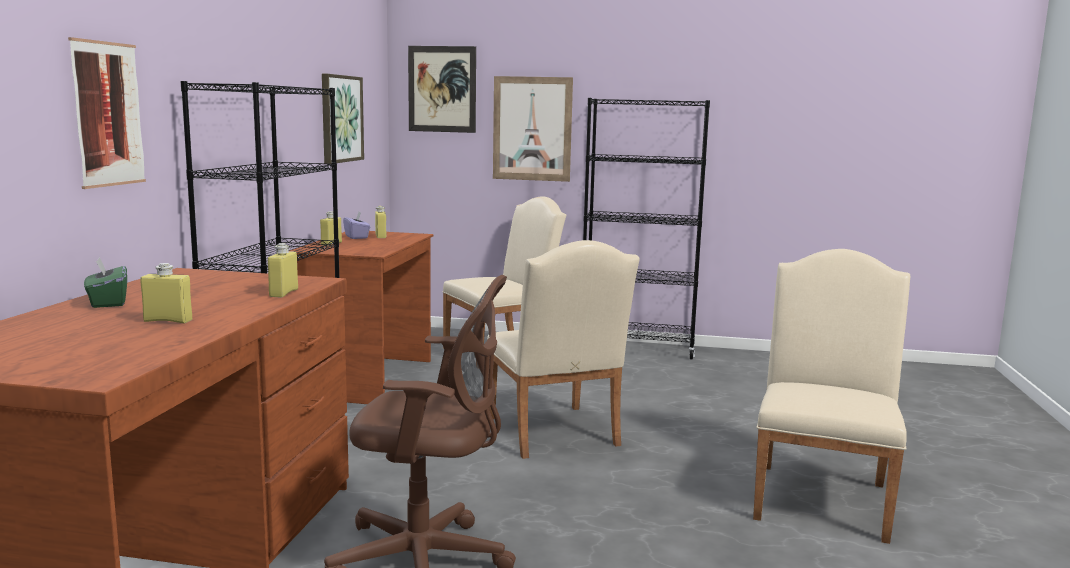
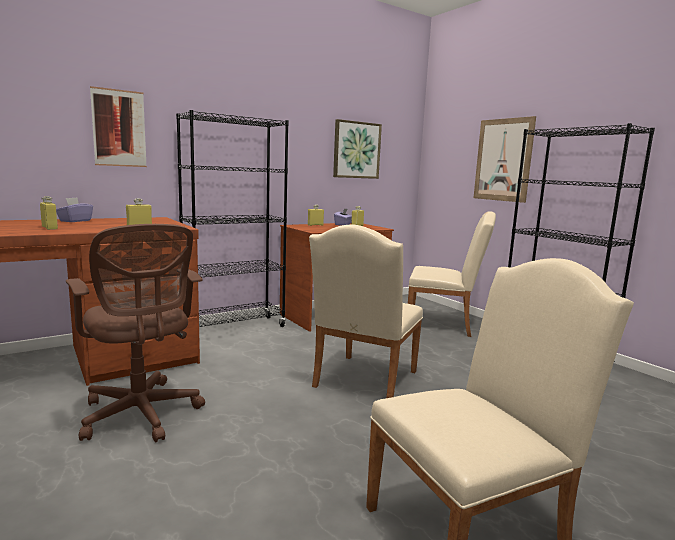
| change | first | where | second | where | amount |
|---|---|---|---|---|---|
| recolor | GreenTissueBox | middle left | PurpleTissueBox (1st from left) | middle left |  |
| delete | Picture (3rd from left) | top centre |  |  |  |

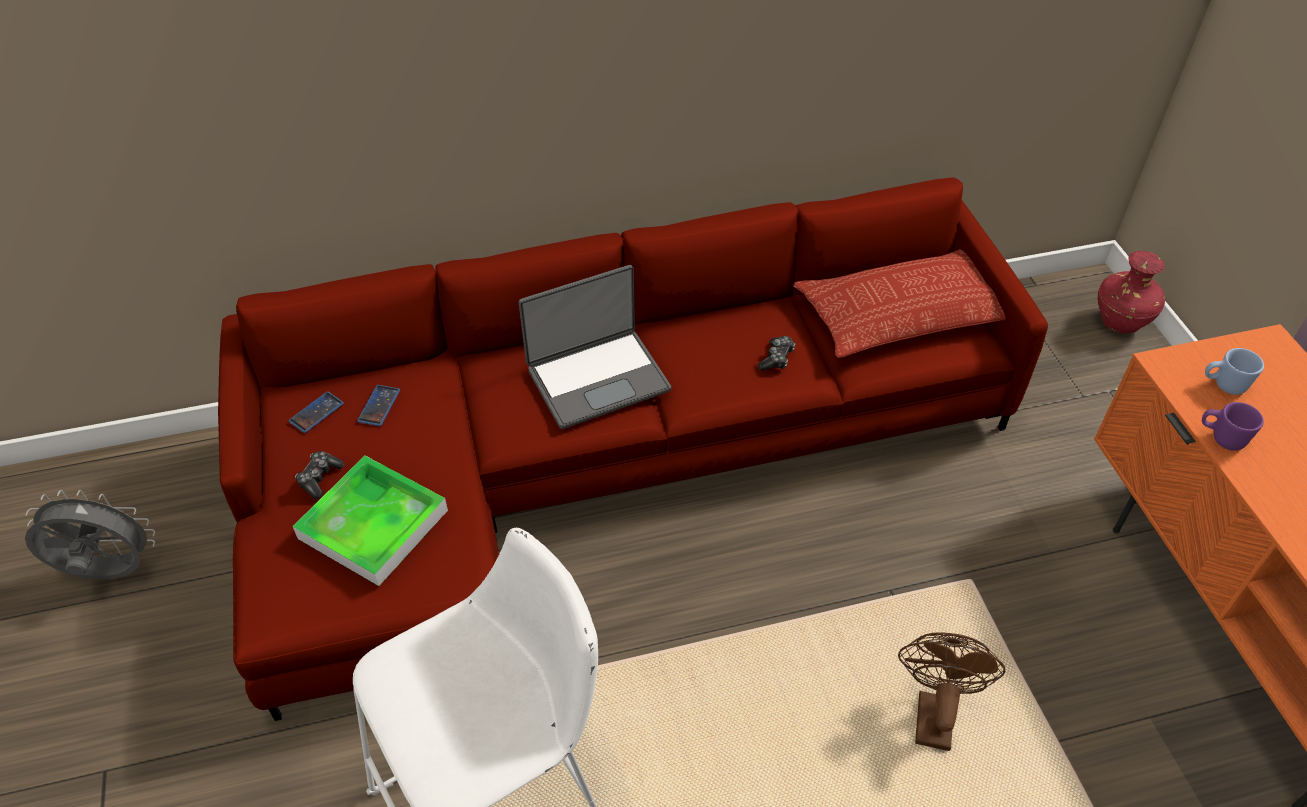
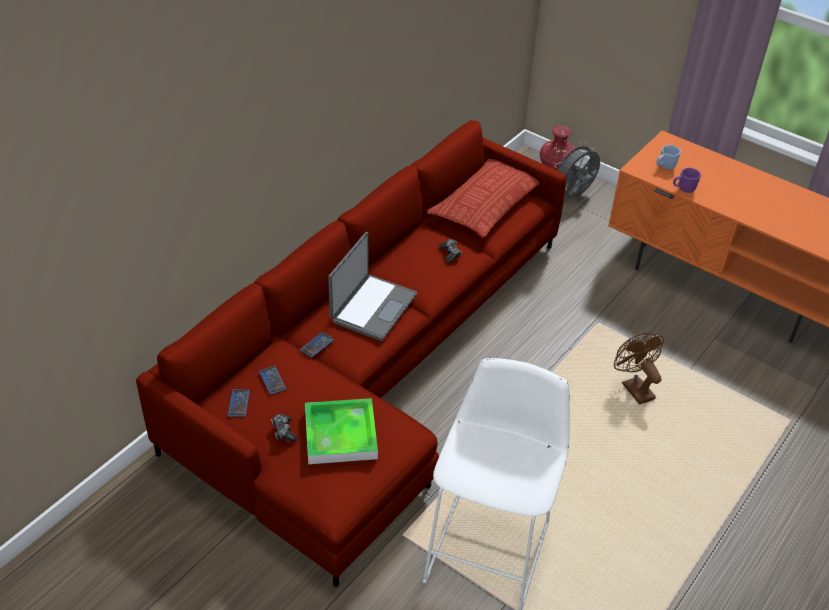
| change | first | where | second | where | amount |
|---|---|---|---|---|---|
| move | GreyFan | middle left |  | top right |  |
| insert |  |  | Phone (3rd from left) | centre |  |

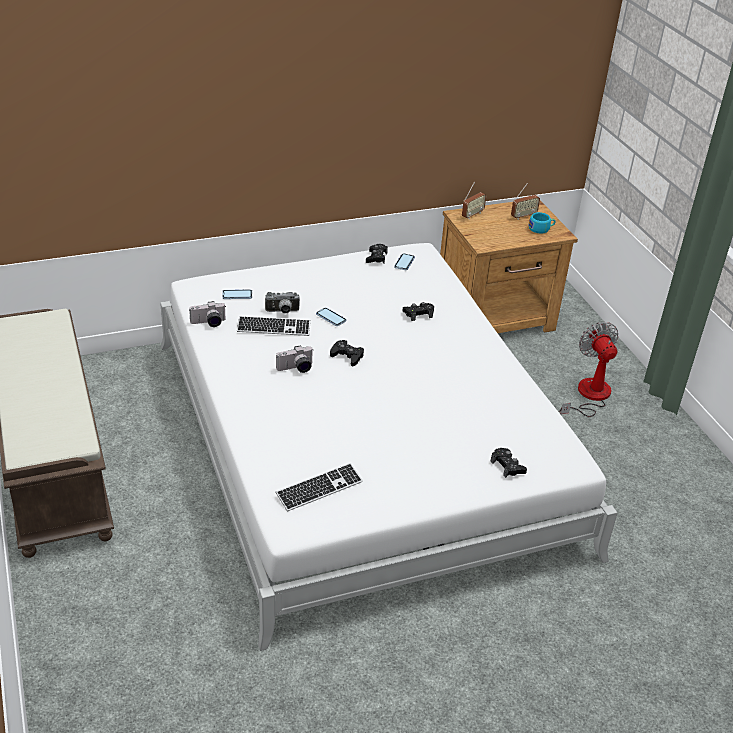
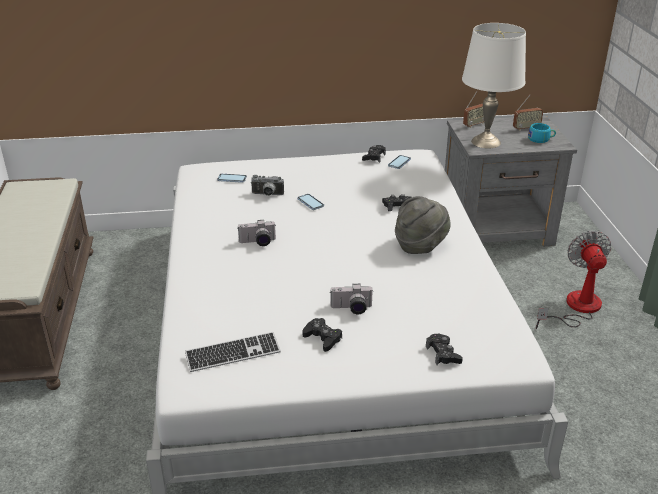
| change | first | where | second | where | amount |
|---|---|---|---|---|---|
| move | PhotoCamera (1st from left in the first image) | middle left | PhotoCamera (3rd from left) | centre |  |
| delete | Keyboard (1st from left) | centre |  |  |  |
| move | BlackGameController (1st from left) | centre |  | bottom centre |  |
| recolor | BrownNightstand | middle right | GreyNightstand | middle right |  |
| insert |  |  | GreyHat | centre |  |
| insert |  |  | WhiteTableLamp | top right |  |

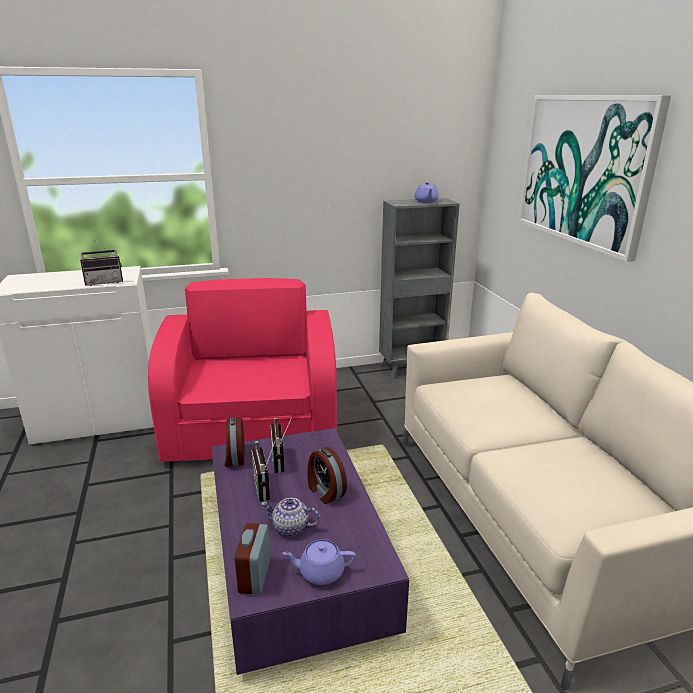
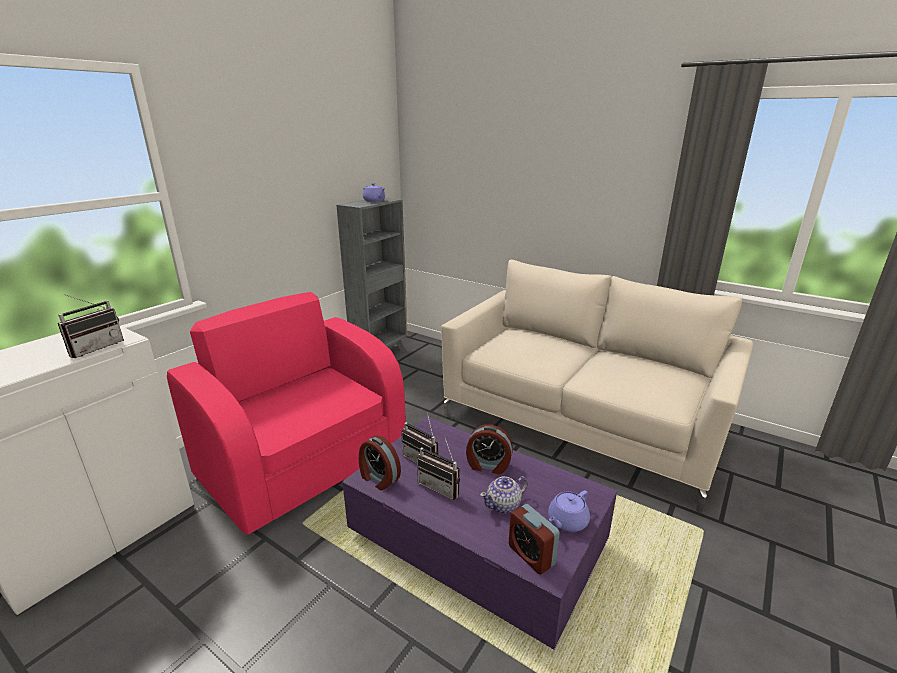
| change | first | where | second | where | amount |
|---|---|---|---|---|---|
| delete | Picture | top right |  |  |  |

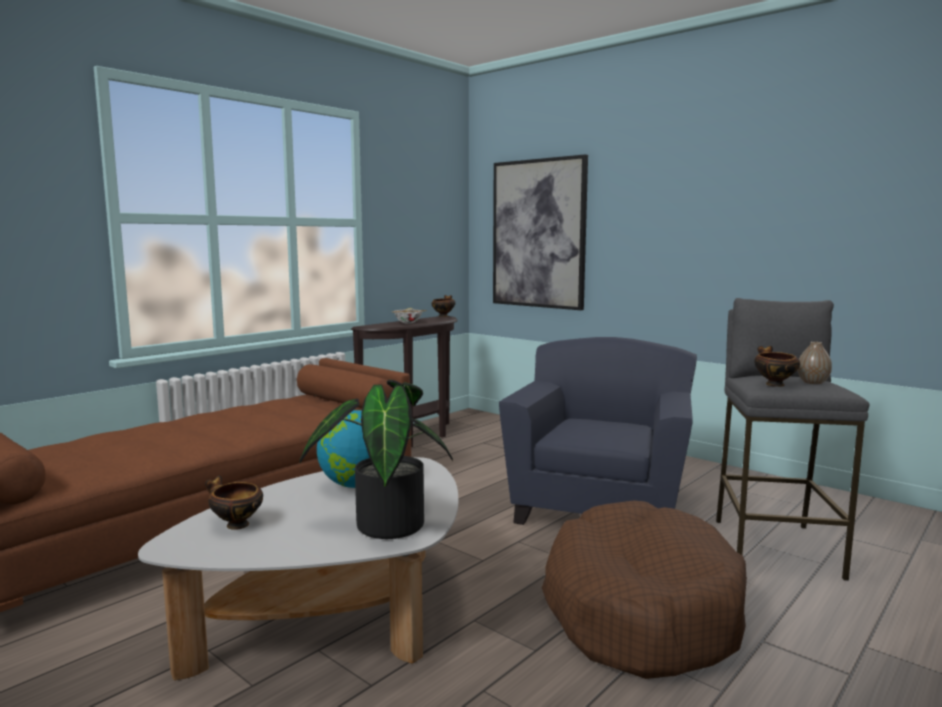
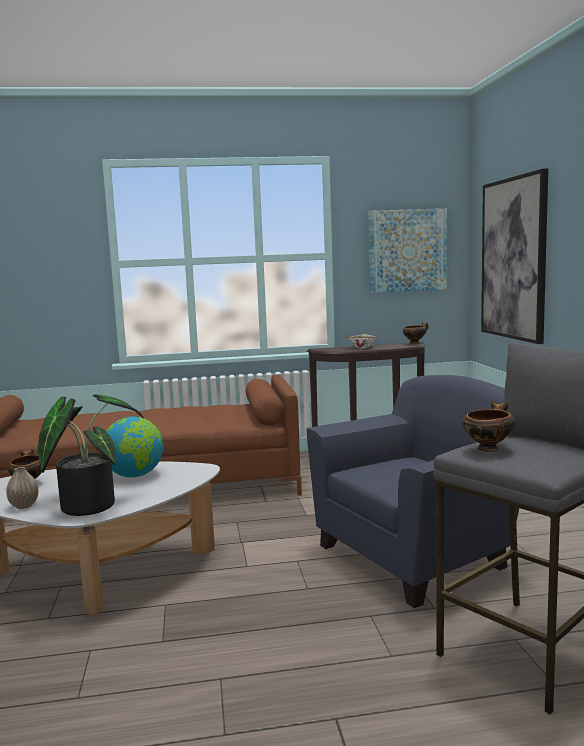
| change | first | where | second | where | amount |
|---|---|---|---|---|---|
| delete | BrownDogBed | bottom right |  |  |  |
| move | Vase | middle right |  | middle left |  |
| insert |  |  | Picture (1st from left) | middle right |  |

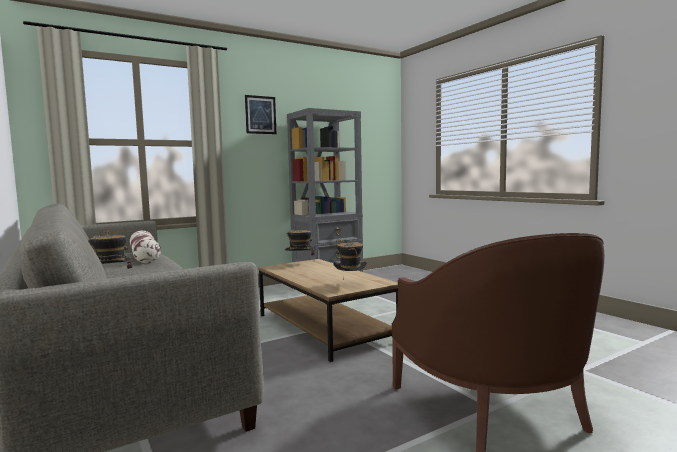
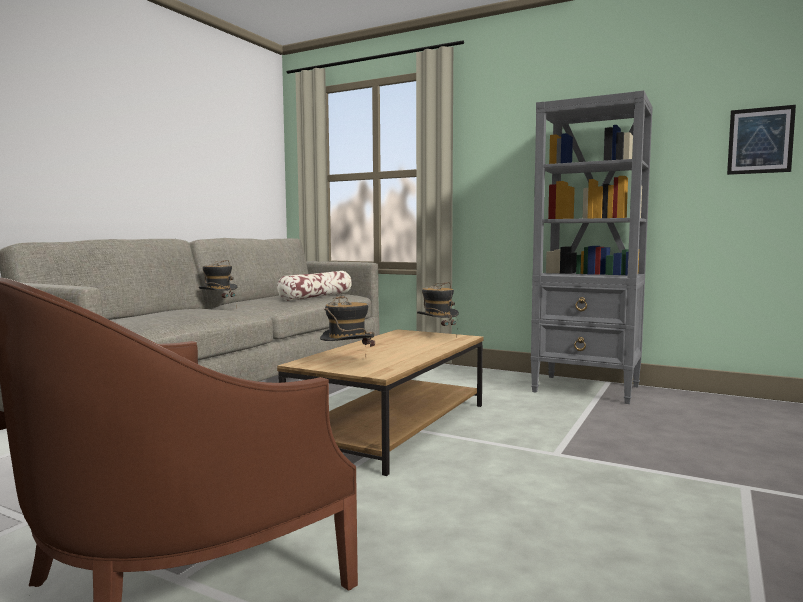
| change | first | where | second | where | amount |
|---|---|---|---|---|---|
| move | Picture | top centre |  | top right |  |

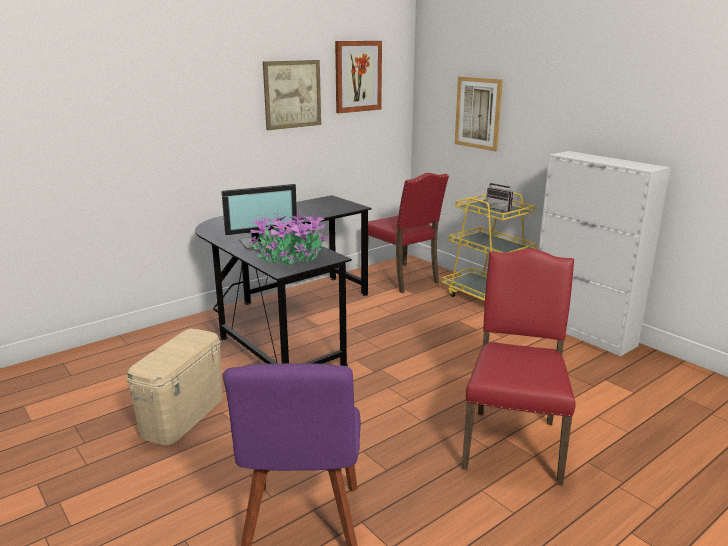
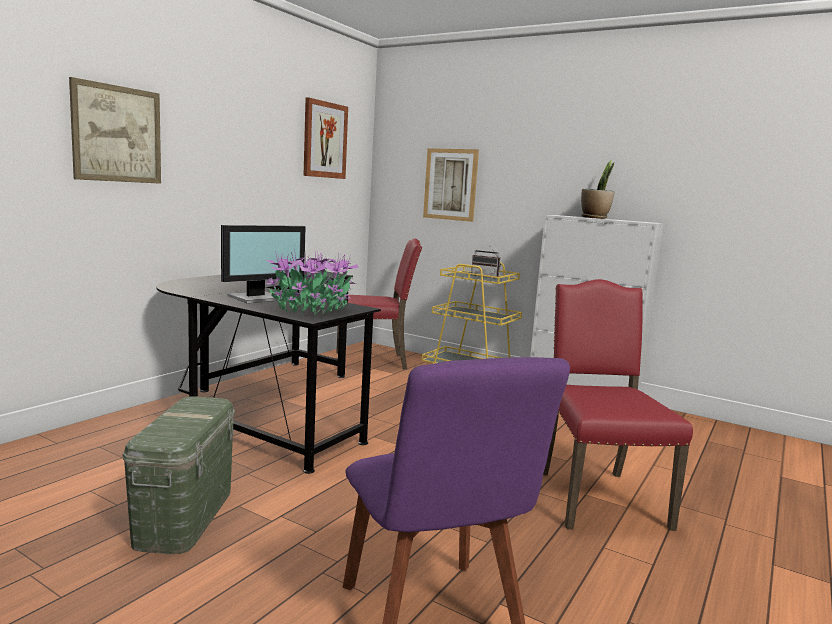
| change | first | where | second | where | amount |
|---|---|---|---|---|---|
| recolor | BeigeStorageBox | bottom left | GreenStorageBox | bottom left |  |
| move | Picture (1st from left) | top centre |  | top left |  |
| rotate | RedChair (1st from left) | centre |  | centre | 45 degrees counterclockwise |
| insert |  |  | PottedPlant (2nd from left) | top right |  |

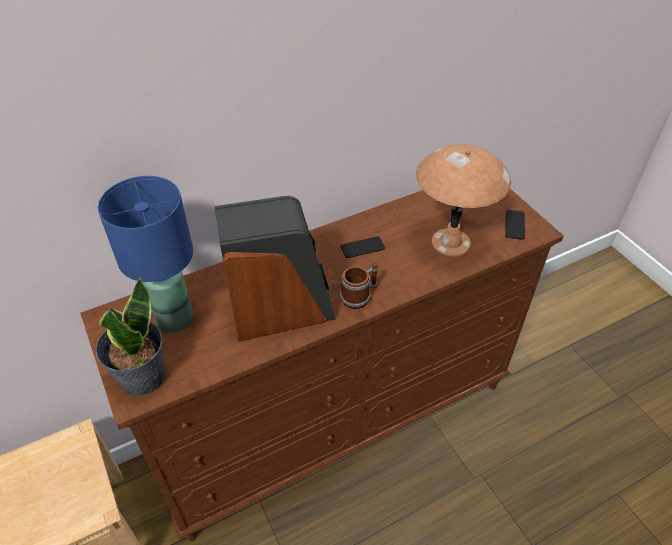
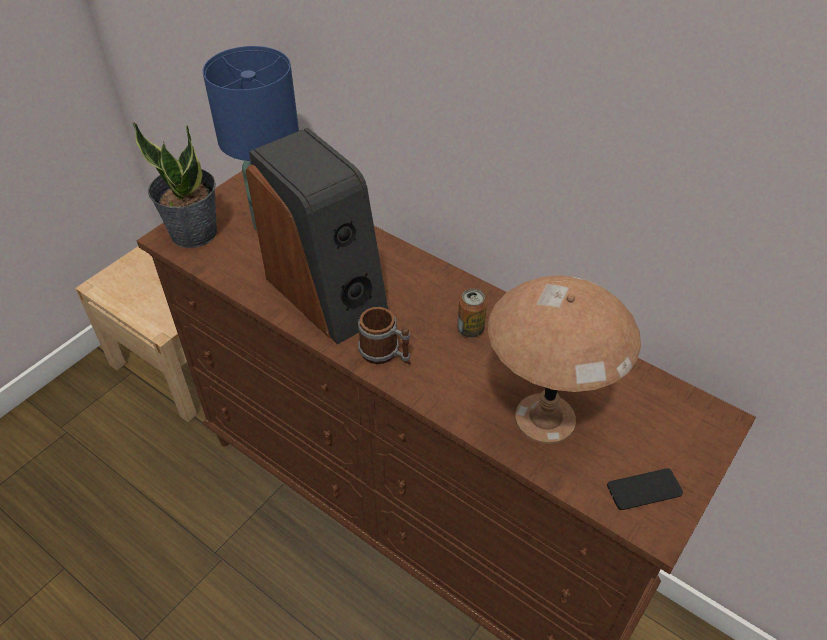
| change | first | where | second | where | amount |
|---|---|---|---|---|---|
| replace | Phone (1st from left) | centre | Can | centre |  |

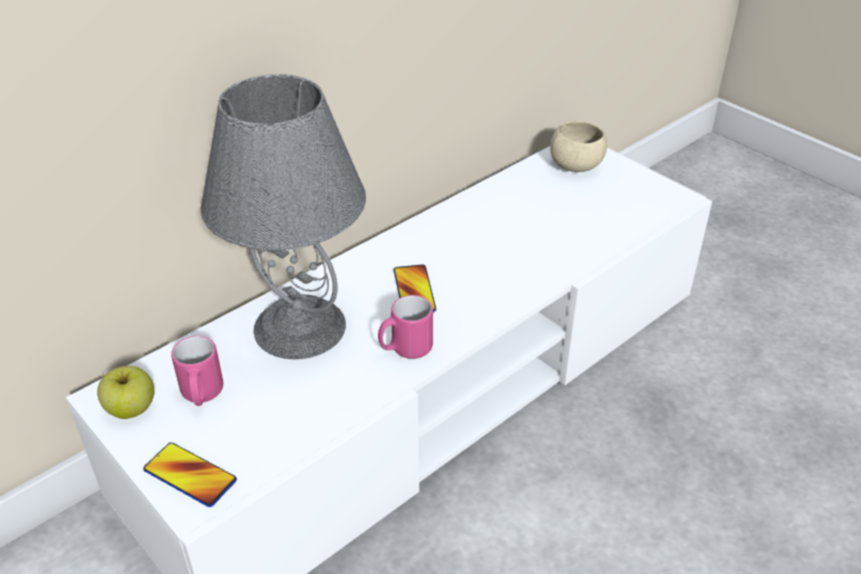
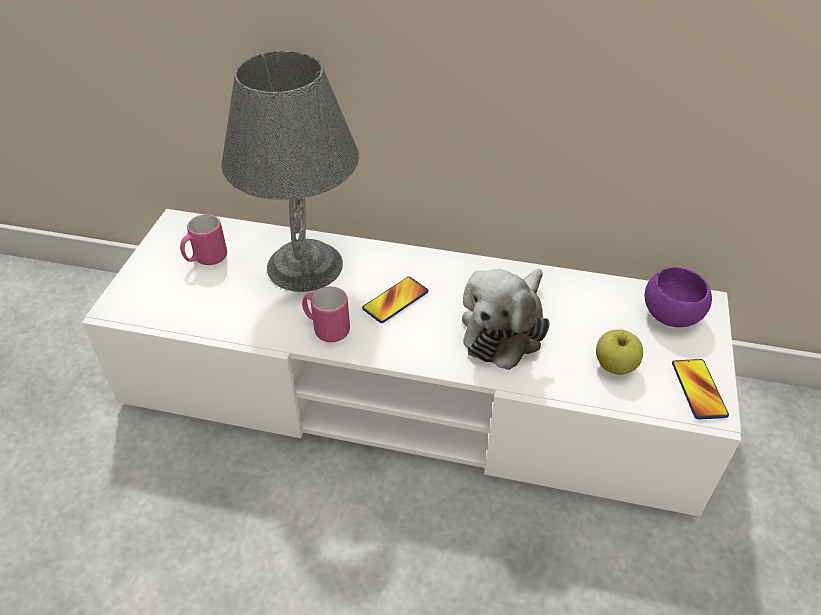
| change | first | where | second | where | amount |
|---|---|---|---|---|---|
| move | Apple | bottom left |  | middle right |  |
| move | Phone (1st from left in the first image) | bottom left | Phone (2nd from left) | middle right |  |
| recolor | BeigeBowl | top right | PurpleBowl | middle right |  |
| insert |  |  | PlushToy | centre |  |

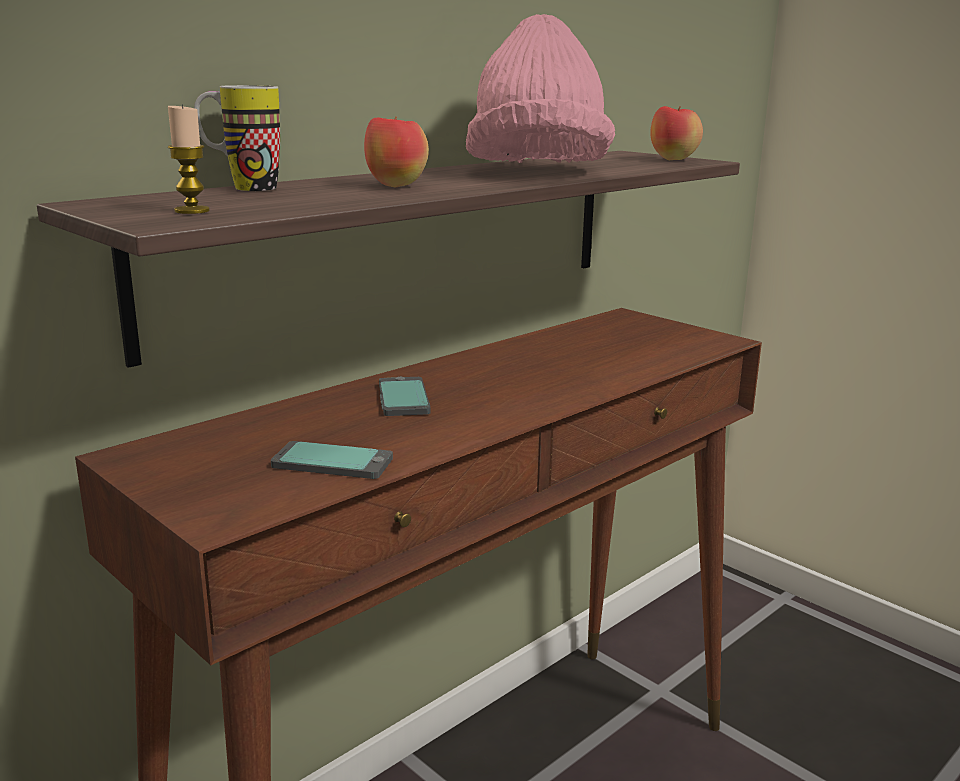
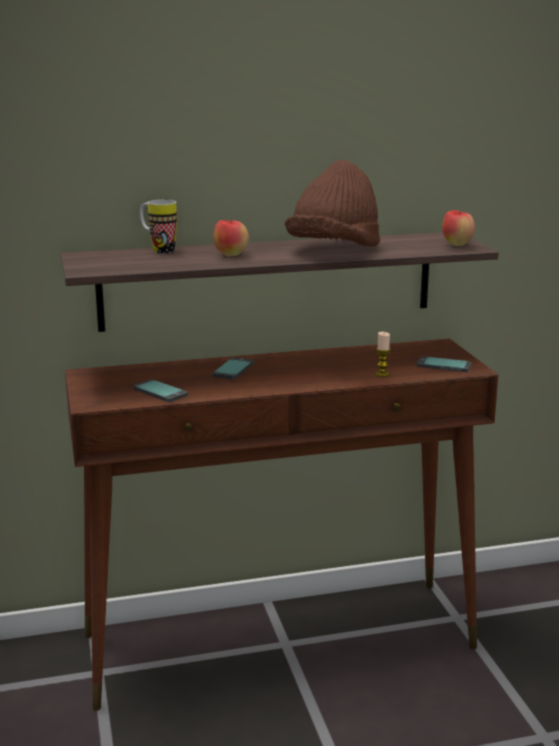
| change | first | where | second | where | amount |
|---|---|---|---|---|---|
| move | Candle | top left |  | middle right |  |
| recolor | PinkHat | top centre | BrownHat | top centre |  |
| insert |  |  | Phone (3rd from left) | middle right |  |

